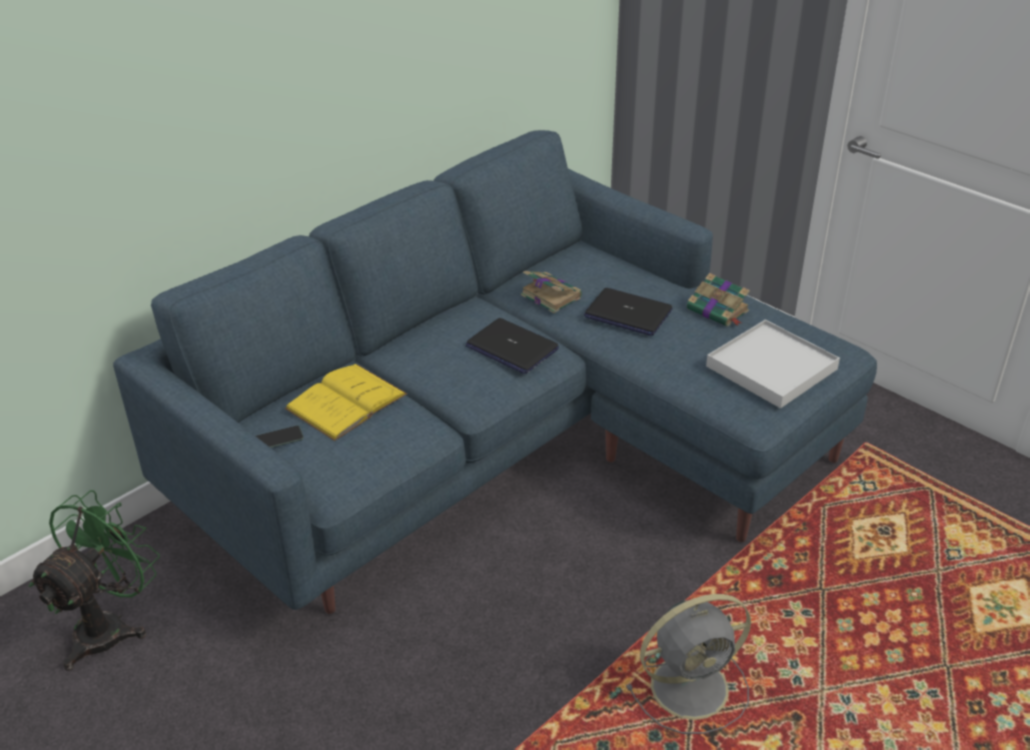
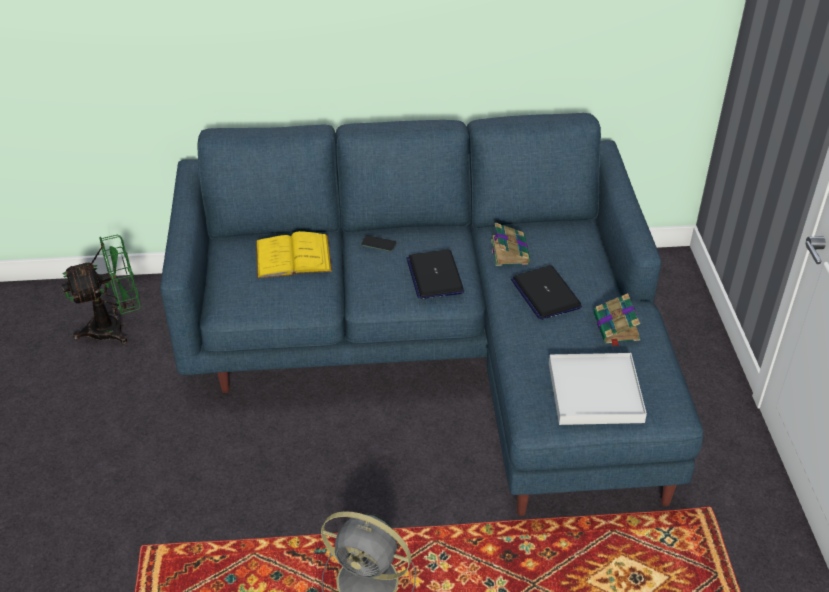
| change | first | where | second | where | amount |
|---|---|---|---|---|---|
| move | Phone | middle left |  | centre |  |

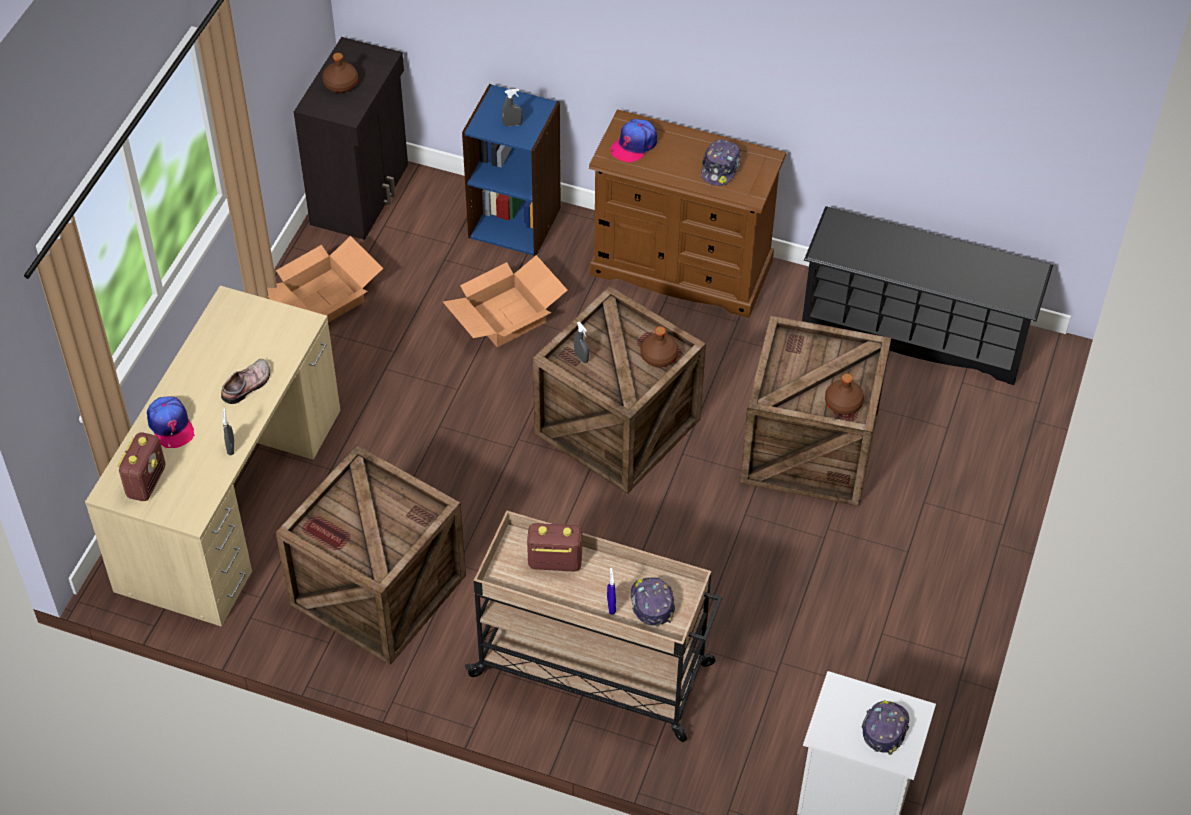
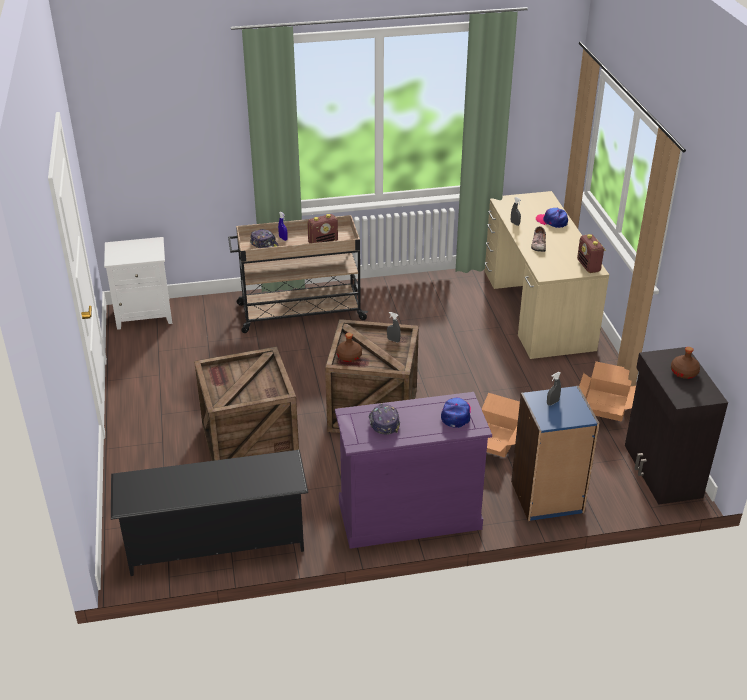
| change | first | where | second | where | amount |
|---|---|---|---|---|---|
| move | Radio (1st from left in the first image) | middle left | Radio (2nd from left) | middle right |  |
| delete | Crate (1st from left) | bottom left |  |  |  |
| recolor | BrownDresser | top centre | PurpleDresser | bottom centre |  |
| delete | BrownBottle (3rd from left) | middle right |  |  |  |
| delete | Cap (5th from left) | bottom right |  |  |  |

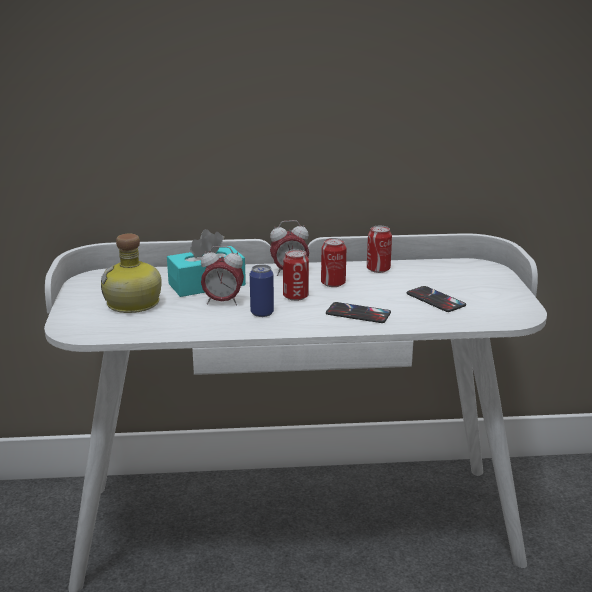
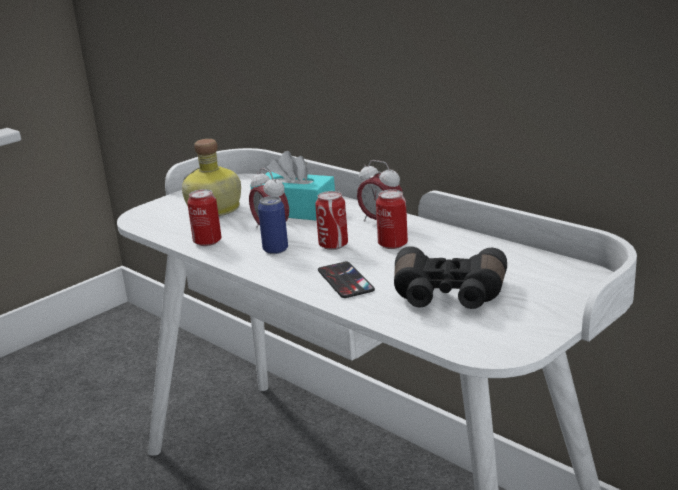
| change | first | where | second | where | amount |
|---|---|---|---|---|---|
| move | Can (4th from left in the first image) | centre | Can (1st from left) | middle left |  |
| replace | Phone (2nd from left) | middle right | BlackBinoculars | centre |  |

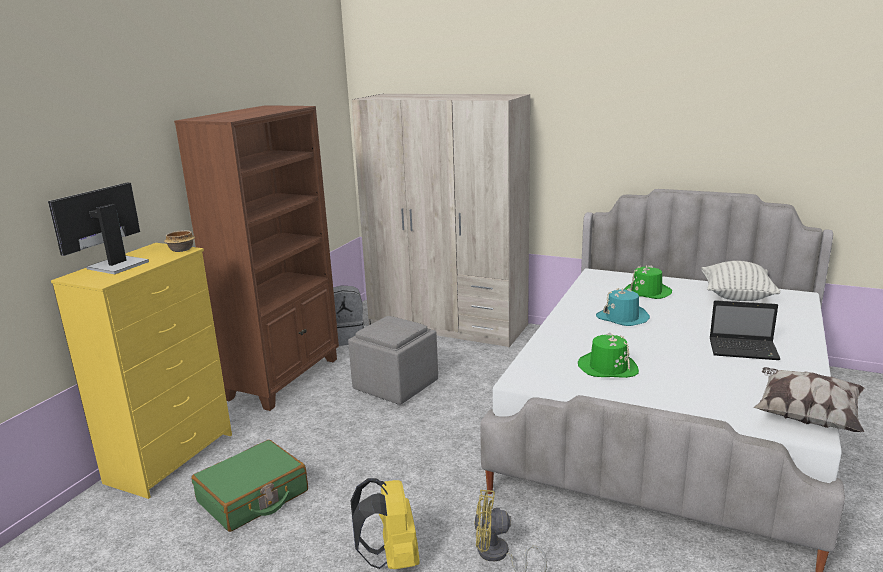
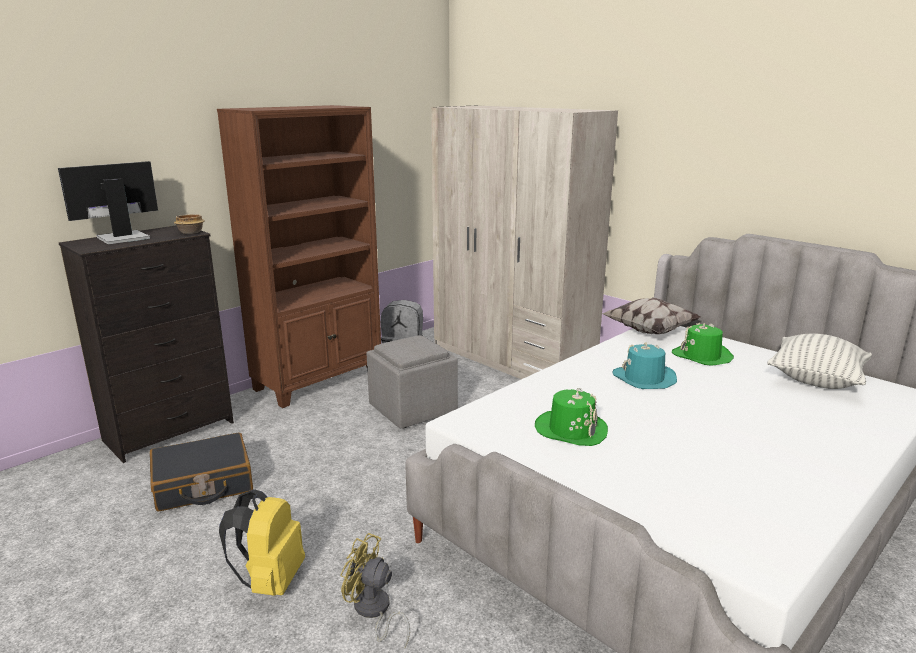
| change | first | where | second | where | amount |
|---|---|---|---|---|---|
| recolor | YellowDresser | middle left | BlackDresser | middle left |  |
| recolor | GreenSuitcase | bottom left | BlackSuitcase | bottom left |  |
| delete | Laptop | middle right |  |  |  |
| move | Pillow (2nd from left in the first image) | bottom right | Pillow (1st from left) | middle right |  |

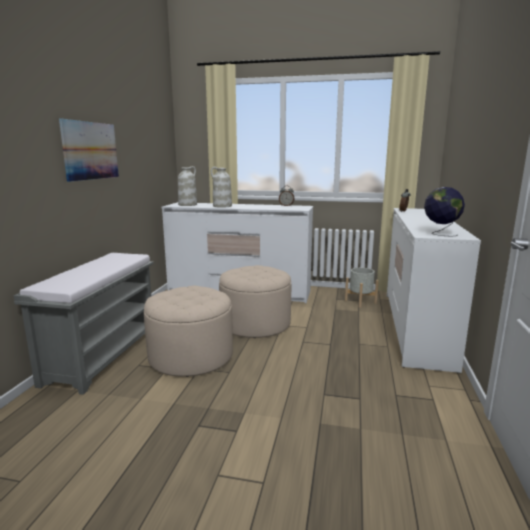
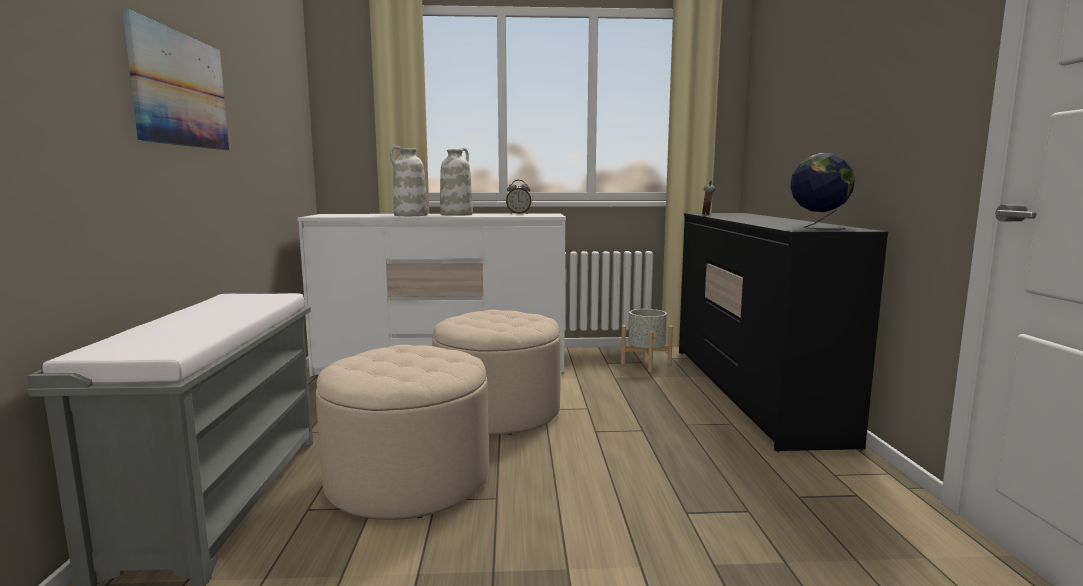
| change | first | where | second | where | amount |
|---|---|---|---|---|---|
| move | WhiteVase (1st from left in the first image) | centre | WhiteVase (2nd from left) | top centre |  |
| recolor | WhiteDresser (2nd from left) | middle right | BlackDresser | middle right |  |

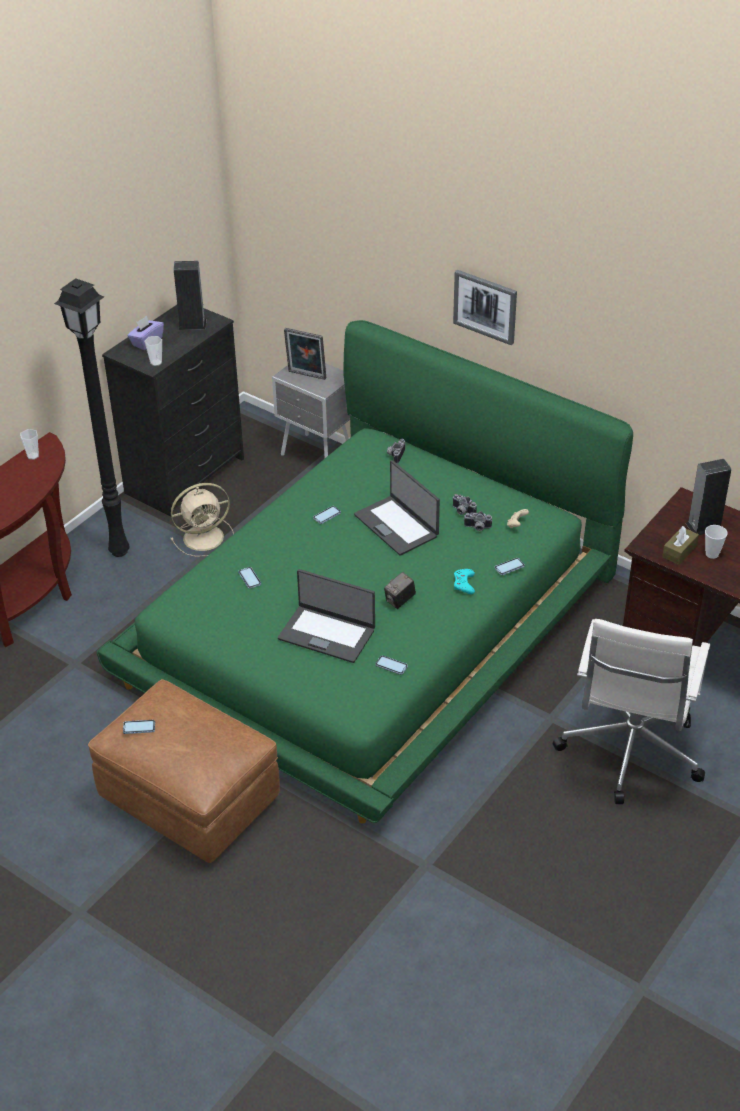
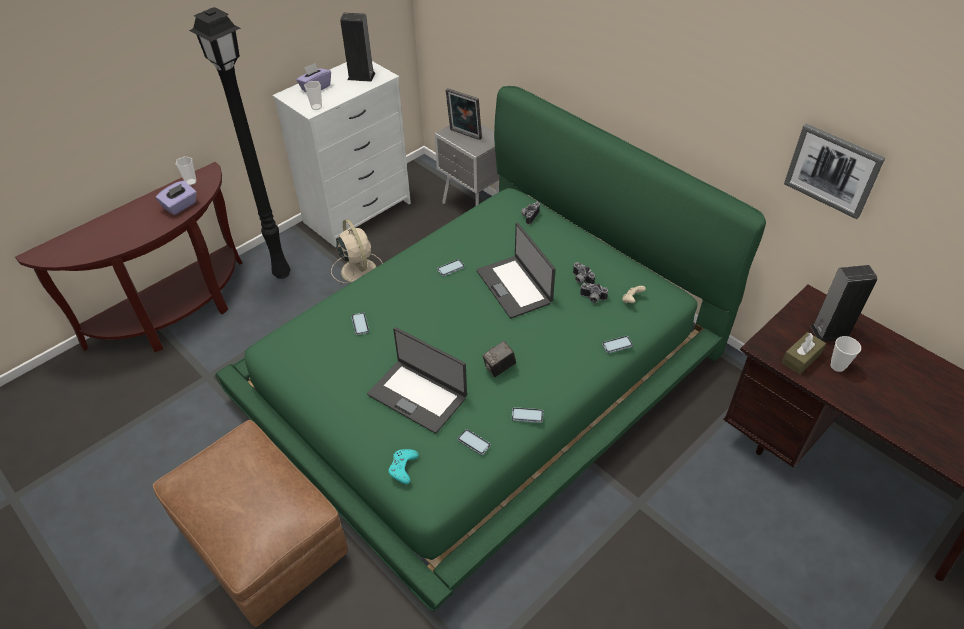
| change | first | where | second | where | amount |
|---|---|---|---|---|---|
| recolor | BlackDresser | middle left | WhiteDresser | top centre |  |
| move | Phone (1st from left in the first image) | middle left | Phone (4th from left) | centre |  |
| rotate | BeigeFan | middle left |  | centre | 105 degrees counterclockwise |
| move | Picture | top centre |  | top right |  |
| move | TurquoiseGameController | centre |  | bottom centre |  |
| delete | WhiteOfficeChair | middle right |  |  |  |
| insert |  |  | PurpleTissueBox (1st from left) | top left |  |

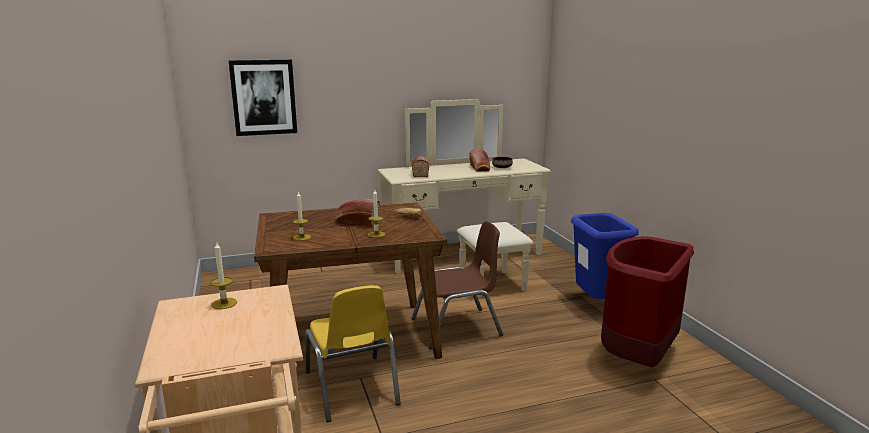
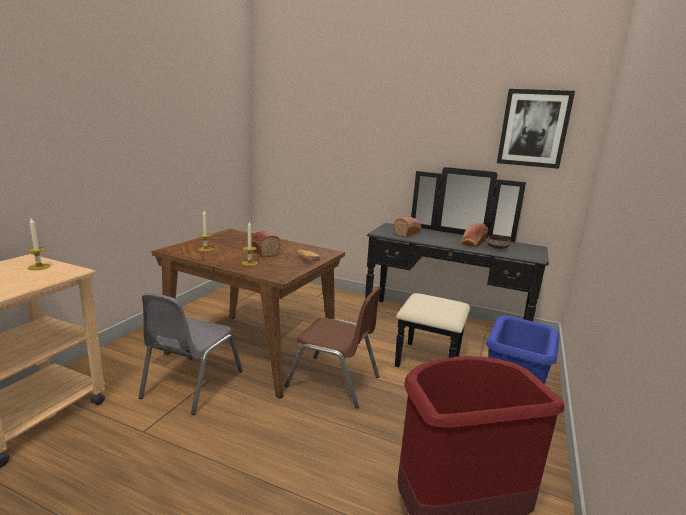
| change | first | where | second | where | amount |
|---|---|---|---|---|---|
| move | Picture | top left |  | top right |  |
| recolor | YellowChair | bottom centre | GreyChair | bottom left |  |
| recolor | BeigeDresser | centre | BlackDresser | centre |  |

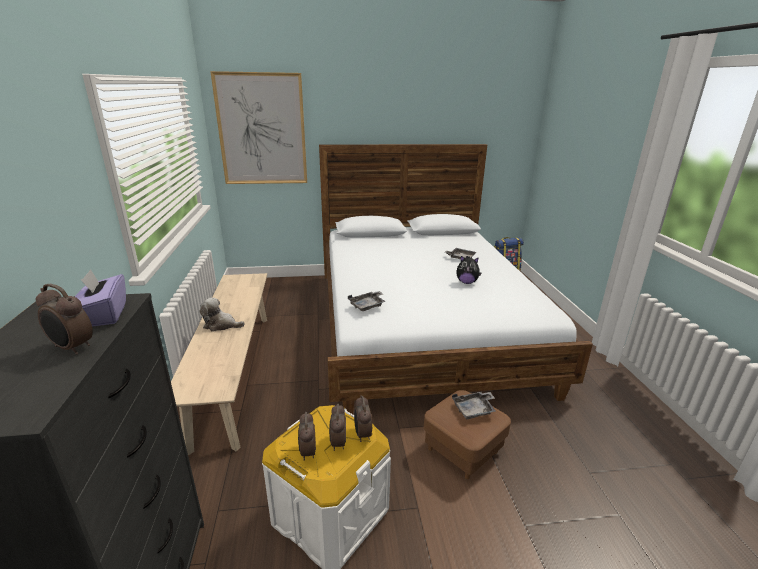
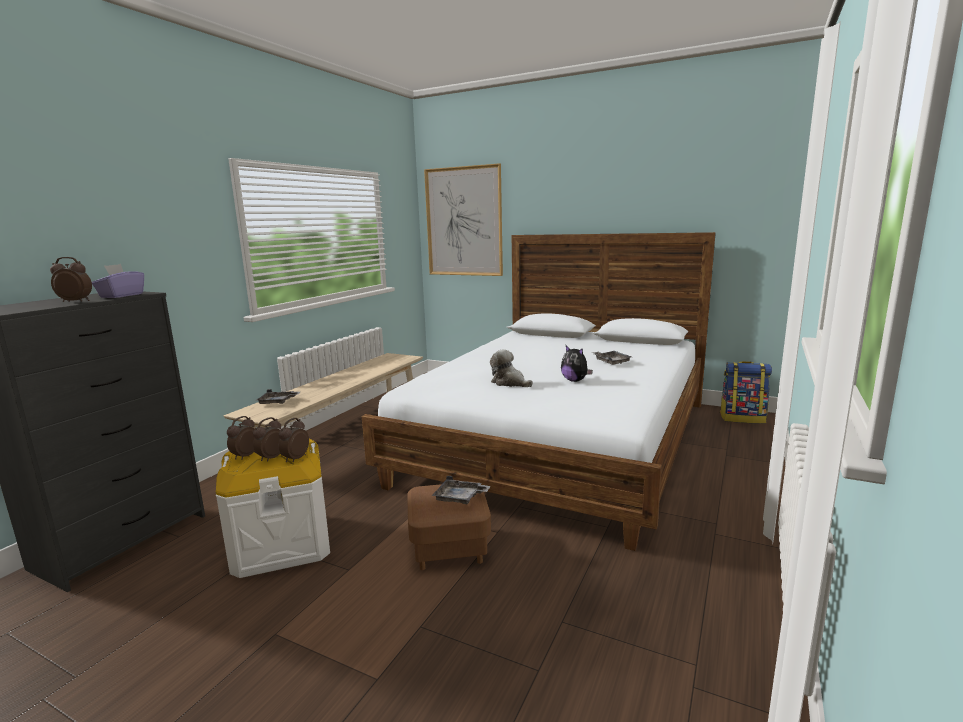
| change | first | where | second | where | amount |
|---|---|---|---|---|---|
| rotate | AlarmClock (1st from left) | middle left |  | middle left | 120 degrees clockwise |
| move | PlushToy (1st from left) | middle left |  | centre |  |
| move | GreyTray (1st from left) | centre |  | middle left |  |

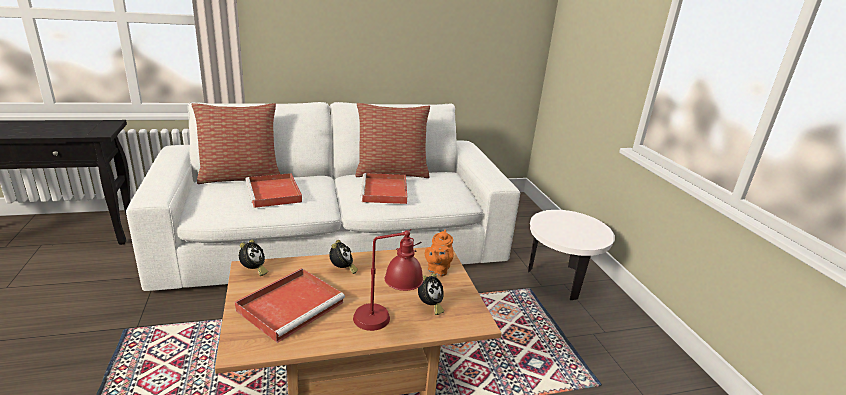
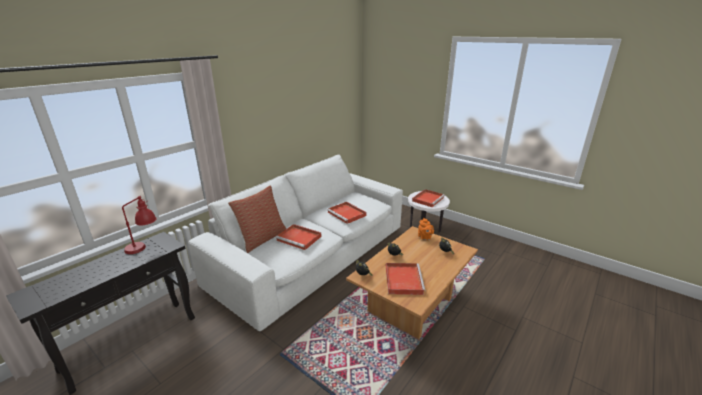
| change | first | where | second | where | amount |
|---|---|---|---|---|---|
| move | RedTableLamp | bottom centre |  | middle left |  |
| delete | Pillow (2nd from left) | centre |  |  |  |
| insert |  |  | RedTray (4th from left) | centre |  |

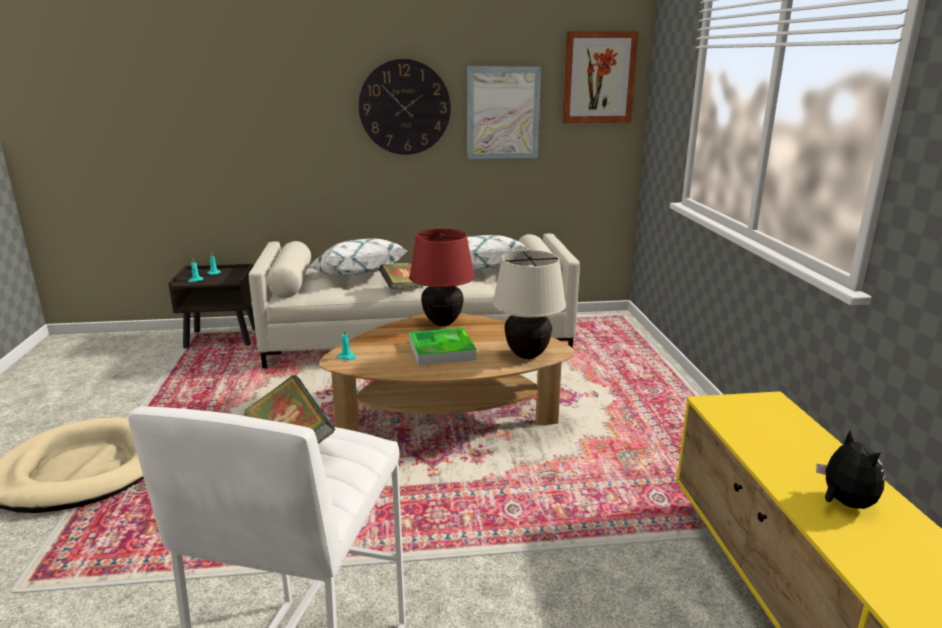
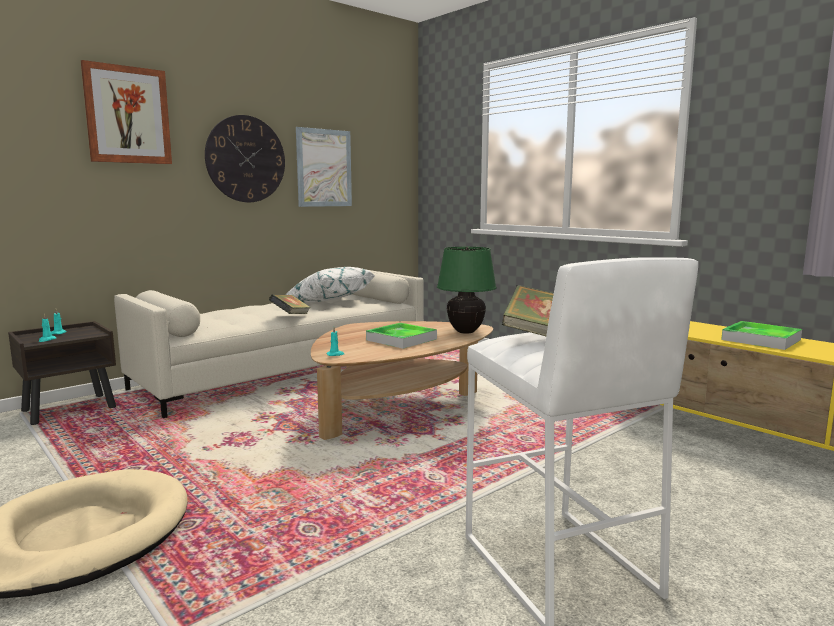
| change | first | where | second | where | amount |
|---|---|---|---|---|---|
| delete | WhitePillow (1st from left) | centre |  |  |  |
| delete | RedTableLamp | centre |  |  |  |
| recolor | BeigeTableLamp | centre | GreenTableLamp | centre |  |
| move | Picture (2nd from left in the first image) | top centre | Picture (1st from left) | top left |  |
| replace | PlushToy | bottom right | Tray (2nd from left) | middle right |  |

